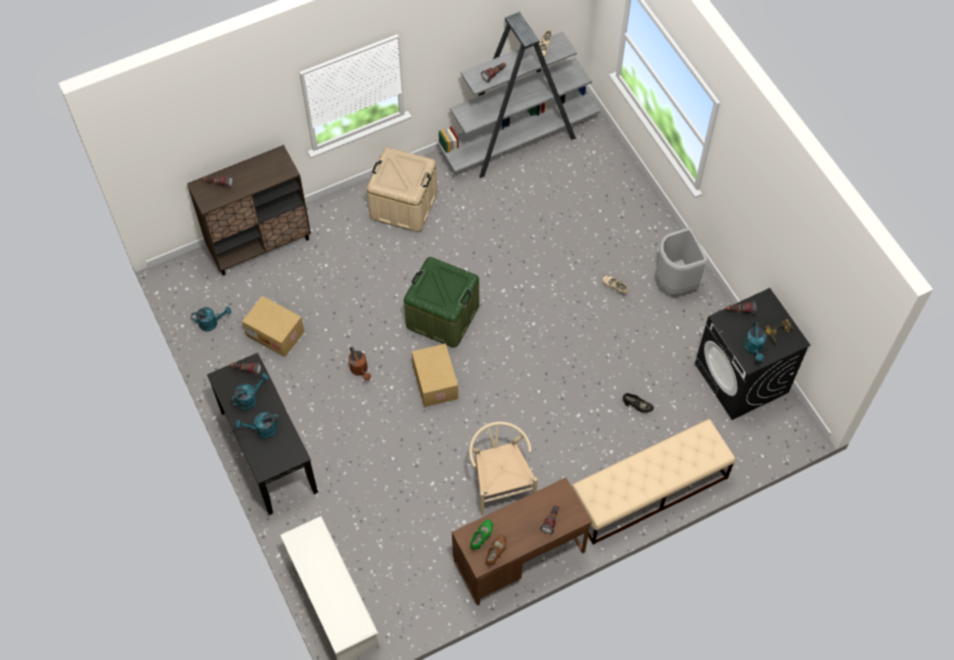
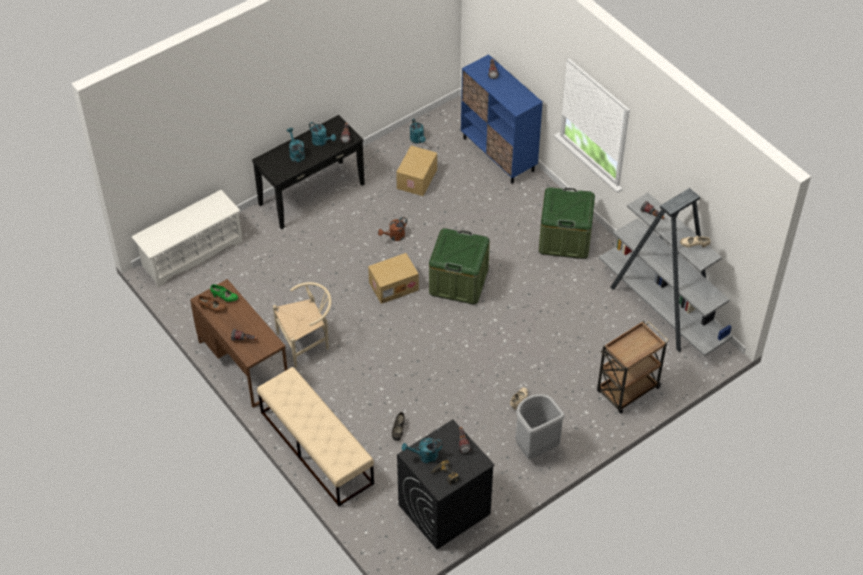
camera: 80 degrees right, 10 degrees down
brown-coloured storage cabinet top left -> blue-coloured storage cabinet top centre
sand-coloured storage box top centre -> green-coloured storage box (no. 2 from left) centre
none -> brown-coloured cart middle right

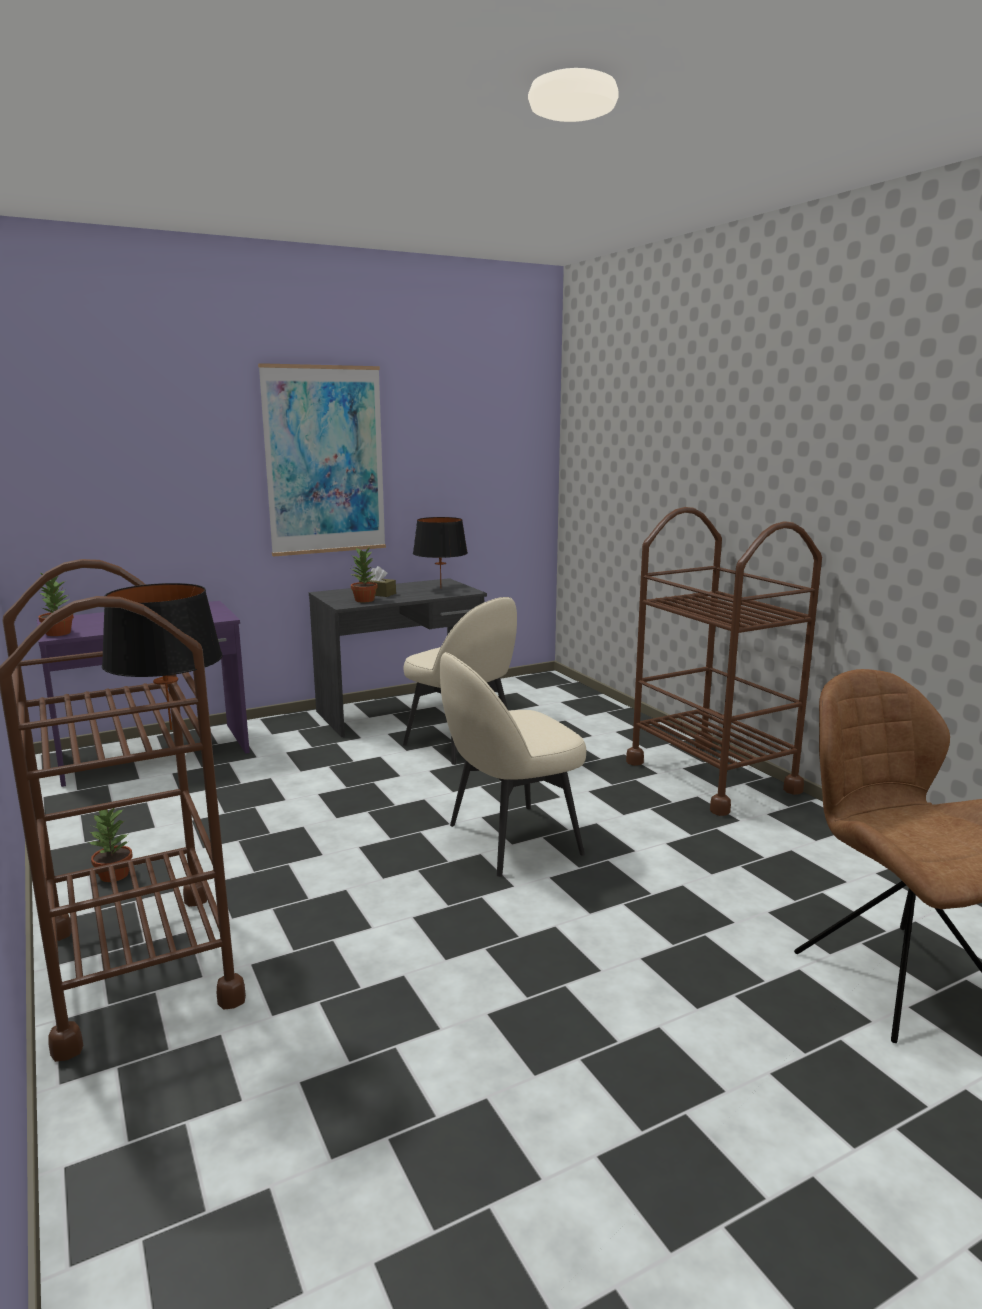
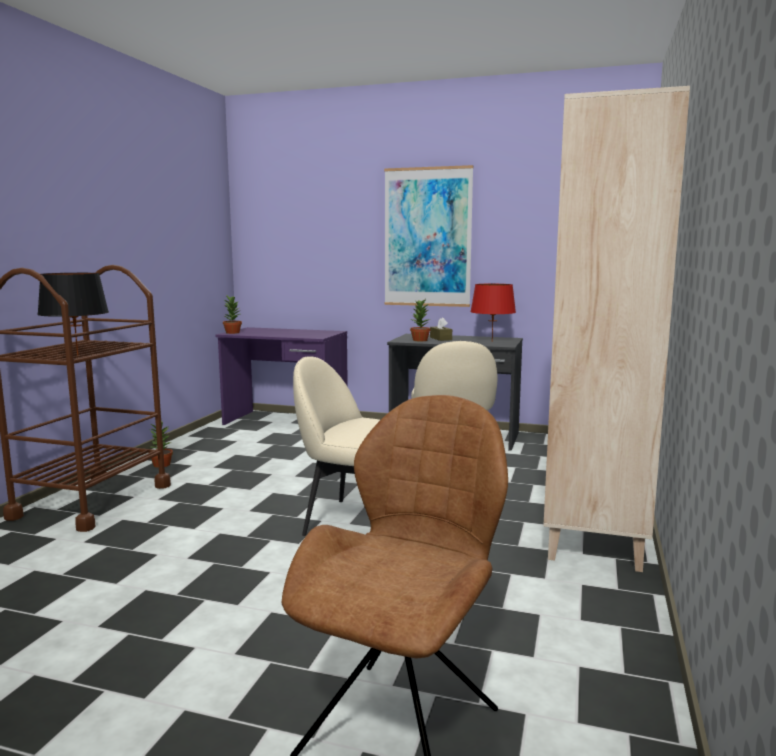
camera: 45 degrees right, 5 degrees down
brown-coloured cart (no. 2 from left) middle right -> sand-coloured shelving unit middle right
black table lamp (no. 2 from left) centre -> reddish table lamp centre

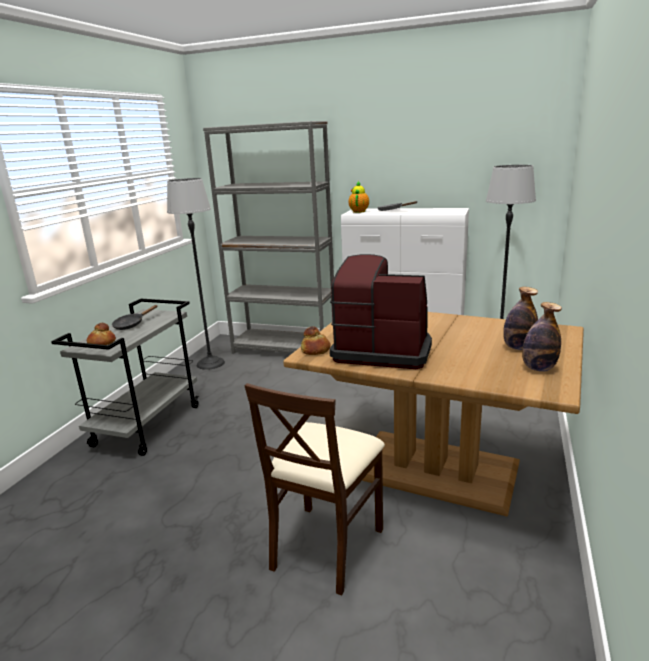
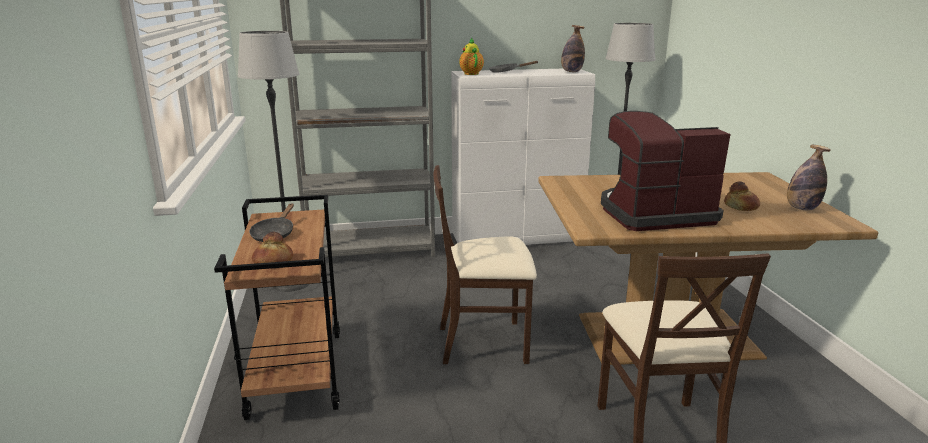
camera: 30 degrees left, 0 degrees up
beverage bottle (no. 1 from left) middle right -> beverage bottle (no. 1 from left) top centre, relocated
gray cart middle left -> brown-coloured cart bottom left
baked bread (no. 2 from left) centre -> baked bread (no. 2 from left) middle right, relocated
none -> sand-coloured chair (no. 1 from left) centre

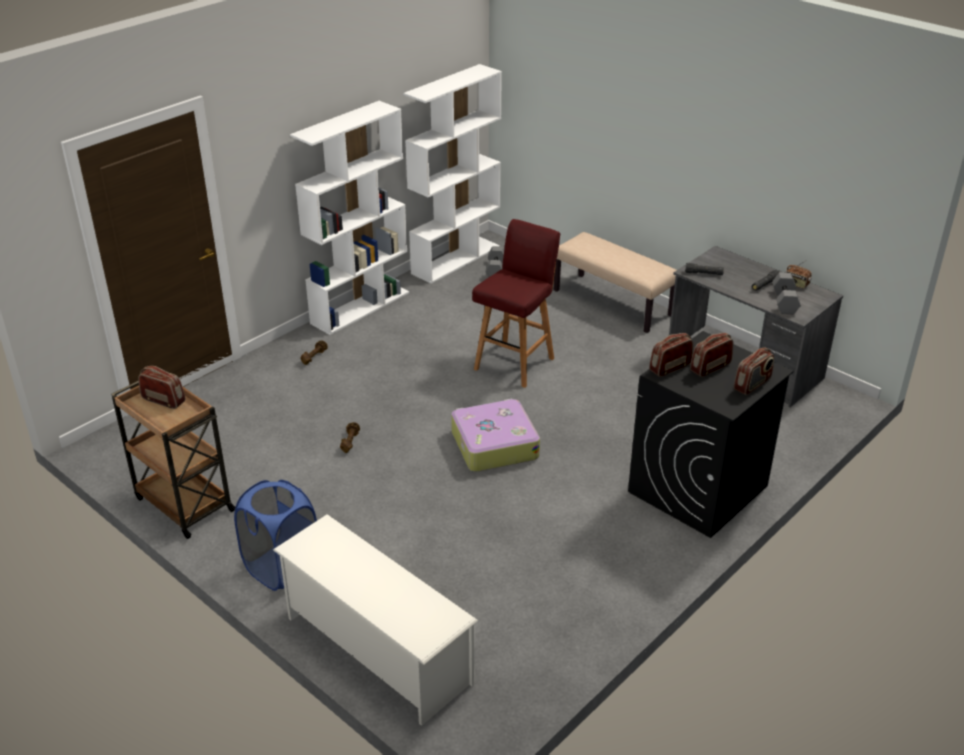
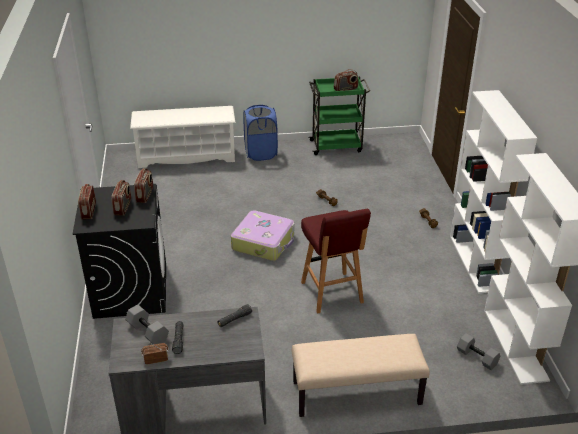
camera: 130 degrees right, 0 degrees up
brown-coloured cart middle left -> green-coloured cart top centre

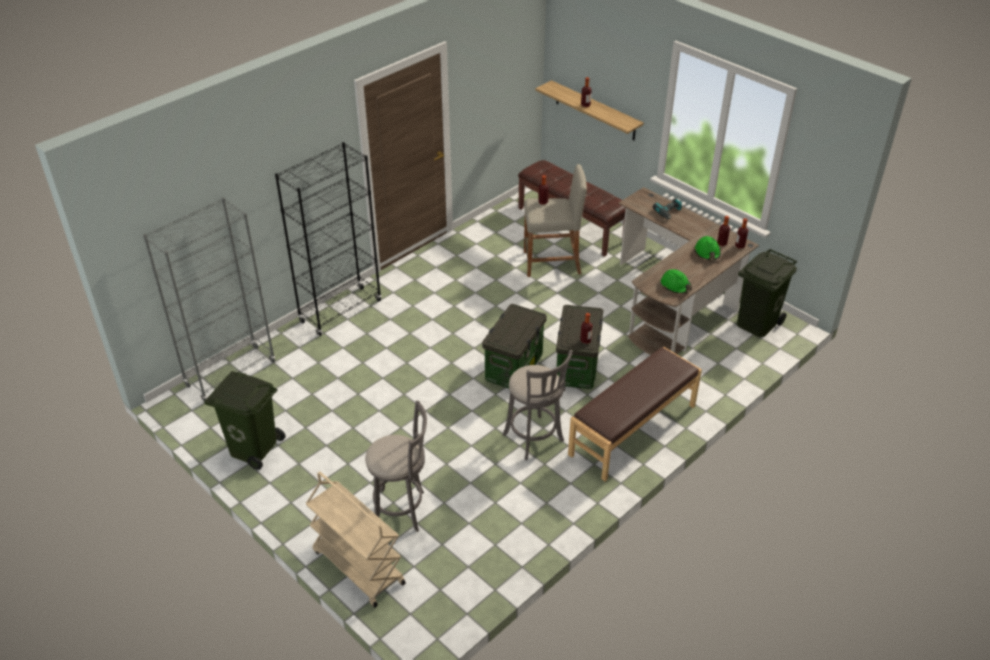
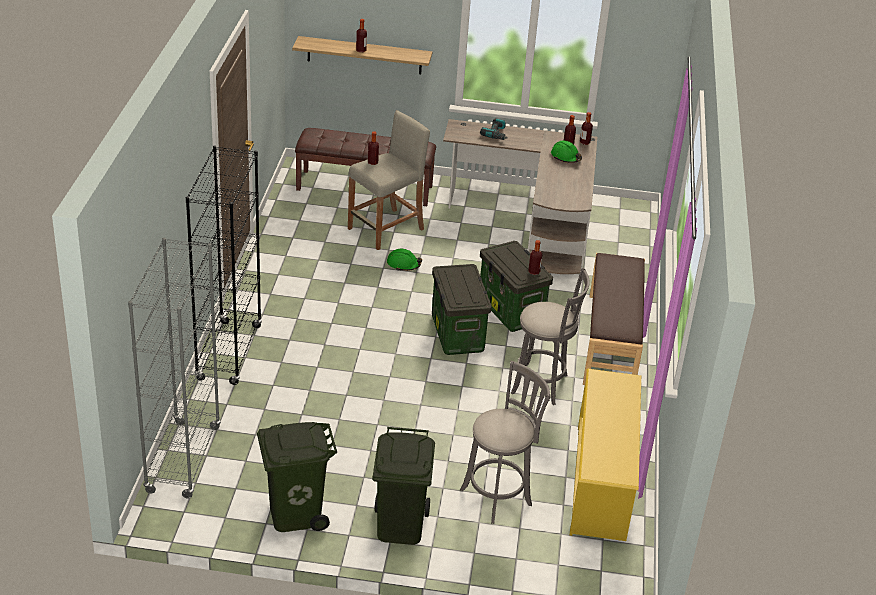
camera: 40 degrees left, 5 degrees down
green-coloured waste bin (no. 2 from left) middle right -> green-coloured waste bin (no. 2 from left) bottom centre, relocated
green-coloured hard hat (no. 1 from left) middle right -> green-coloured hard hat (no. 1 from left) centre, relocated
sand-coloured cart bottom centre -> none
none -> yellow-coloured shoe stand bottom right

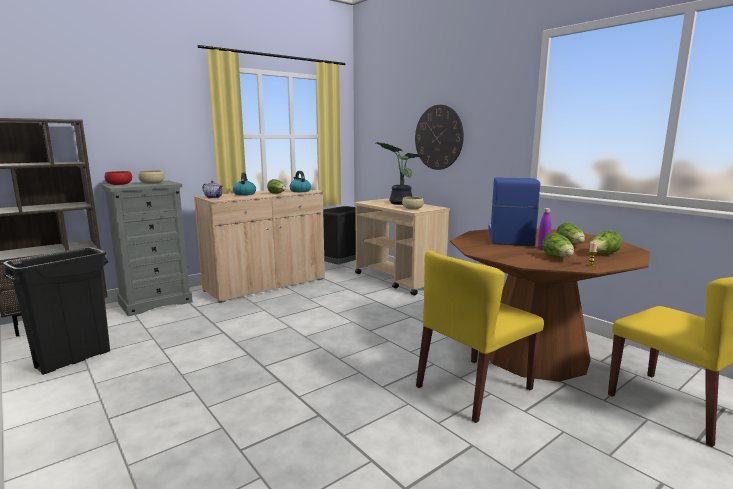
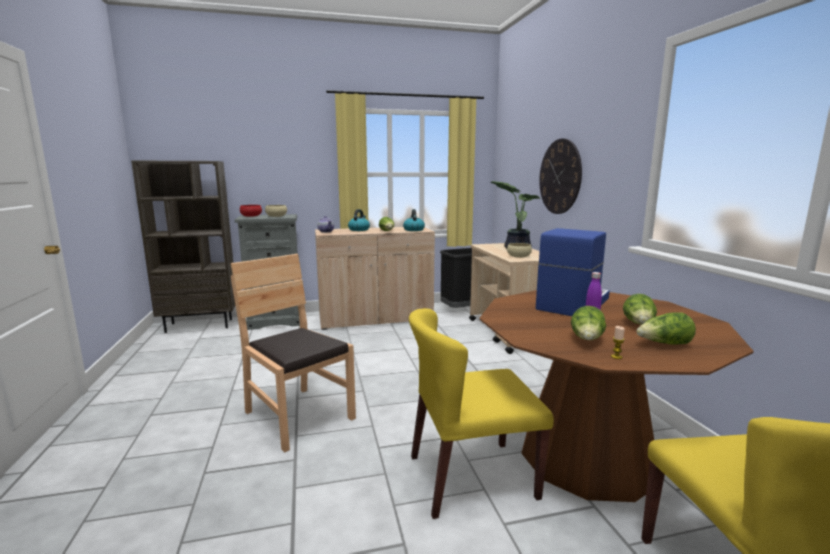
camera: 25 degrees right, 0 degrees up
black waste bin (no. 1 from left) middle left -> none
none -> brown-coloured chair centre

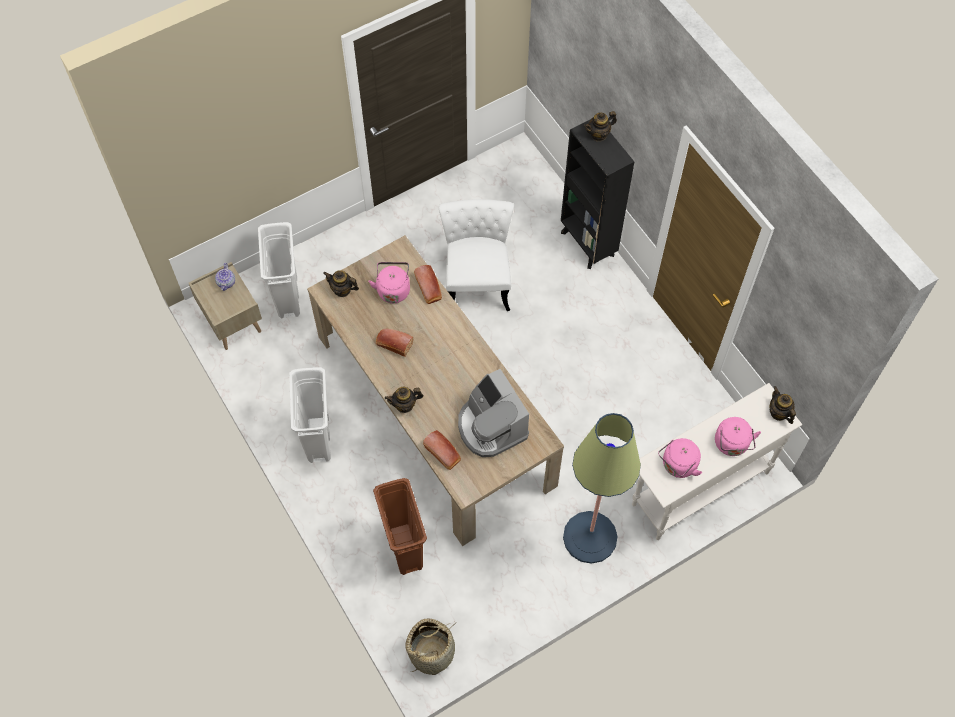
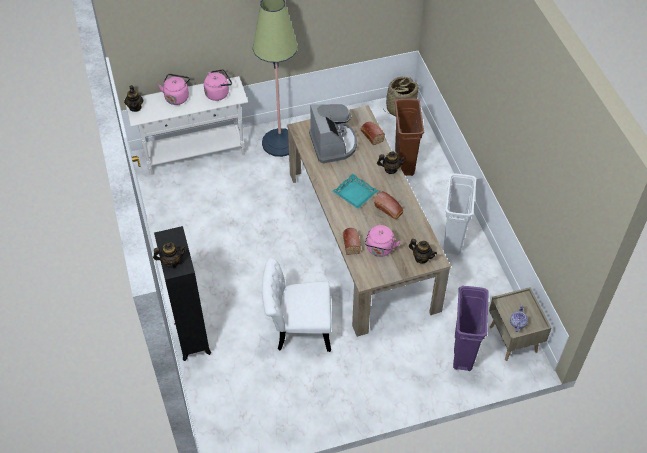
camera: 165 degrees left, 10 degrees down
white-coloured chair centre -> white-coloured chair bottom centre, 75 degrees clockwise
white-coloured waste bin (no. 1 from left) middle left -> purple-coloured waste bin bottom right
none -> blue-green serving tray centre

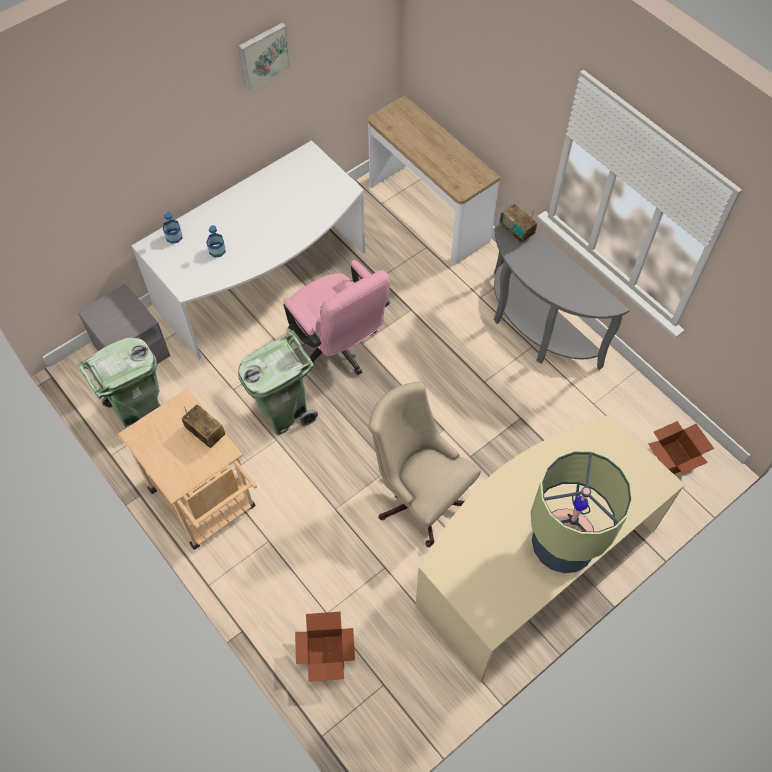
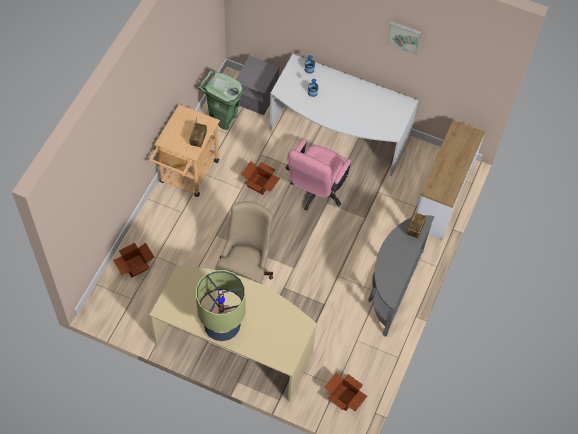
camera: 60 degrees right, 0 degrees up
green-coloured waste bin (no. 2 from left) centre -> packing box (no. 2 from left) centre

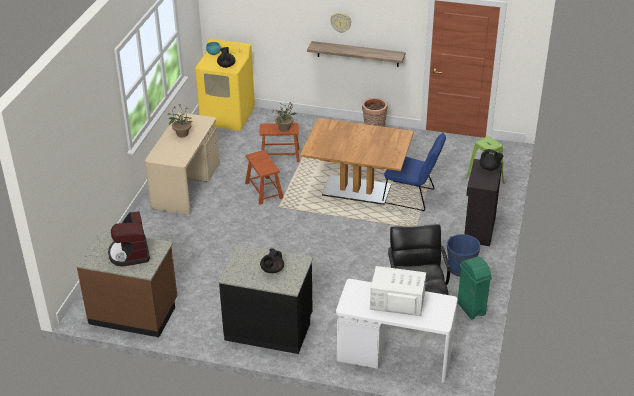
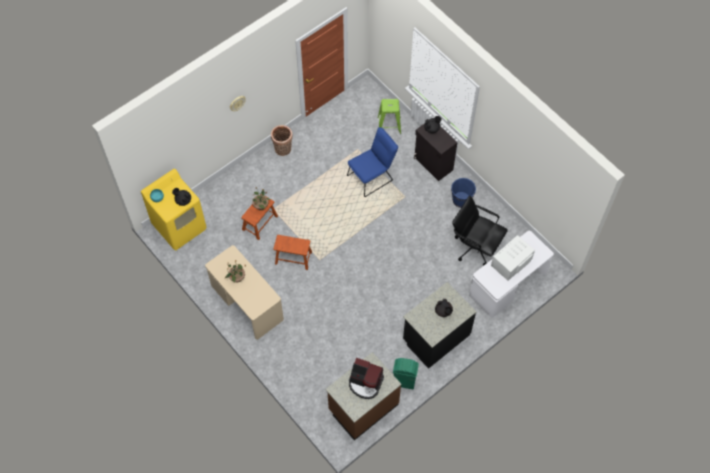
camera: 55 degrees left, 25 degrees up
shelf top centre -> none
brown-coloured dining table centre -> none
green-coloured waste bin bottom right -> green-coloured waste bin bottom centre, relocated

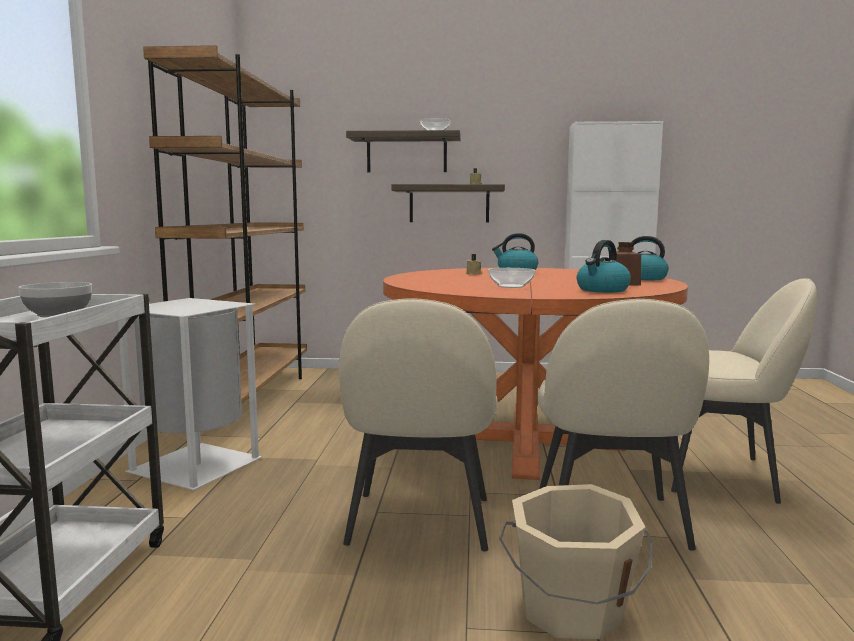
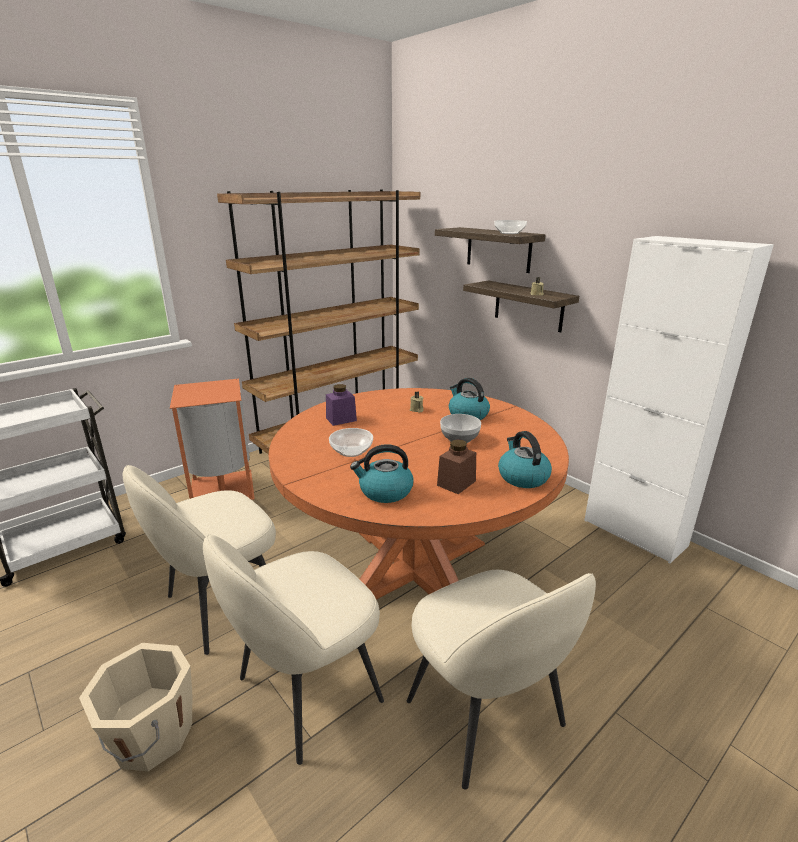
camera: 45 degrees right, 15 degrees up
serving bowl (no. 1 from left in the first image) middle left -> serving bowl (no. 2 from left) centre, relocated
white-coloured waste bin middle left -> orangey waste bin middle left
none -> purple-coloured storage jar centre

